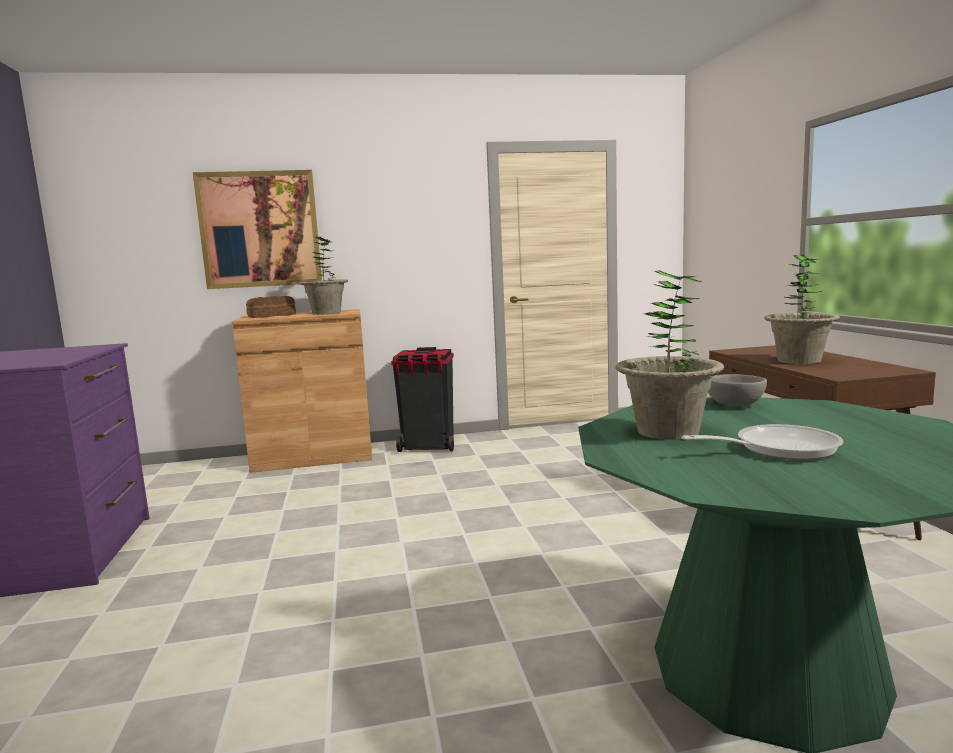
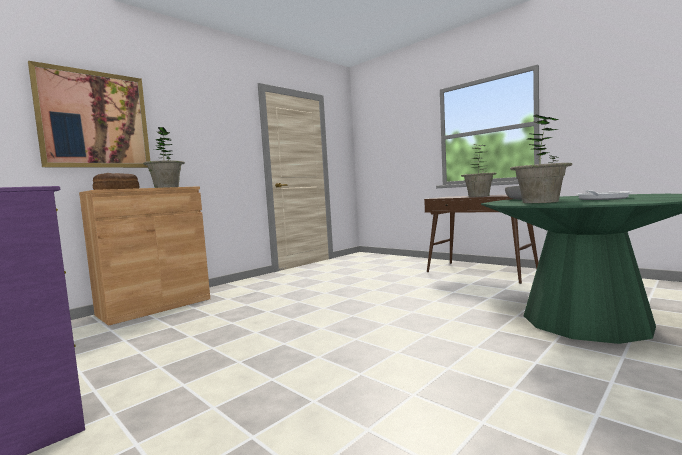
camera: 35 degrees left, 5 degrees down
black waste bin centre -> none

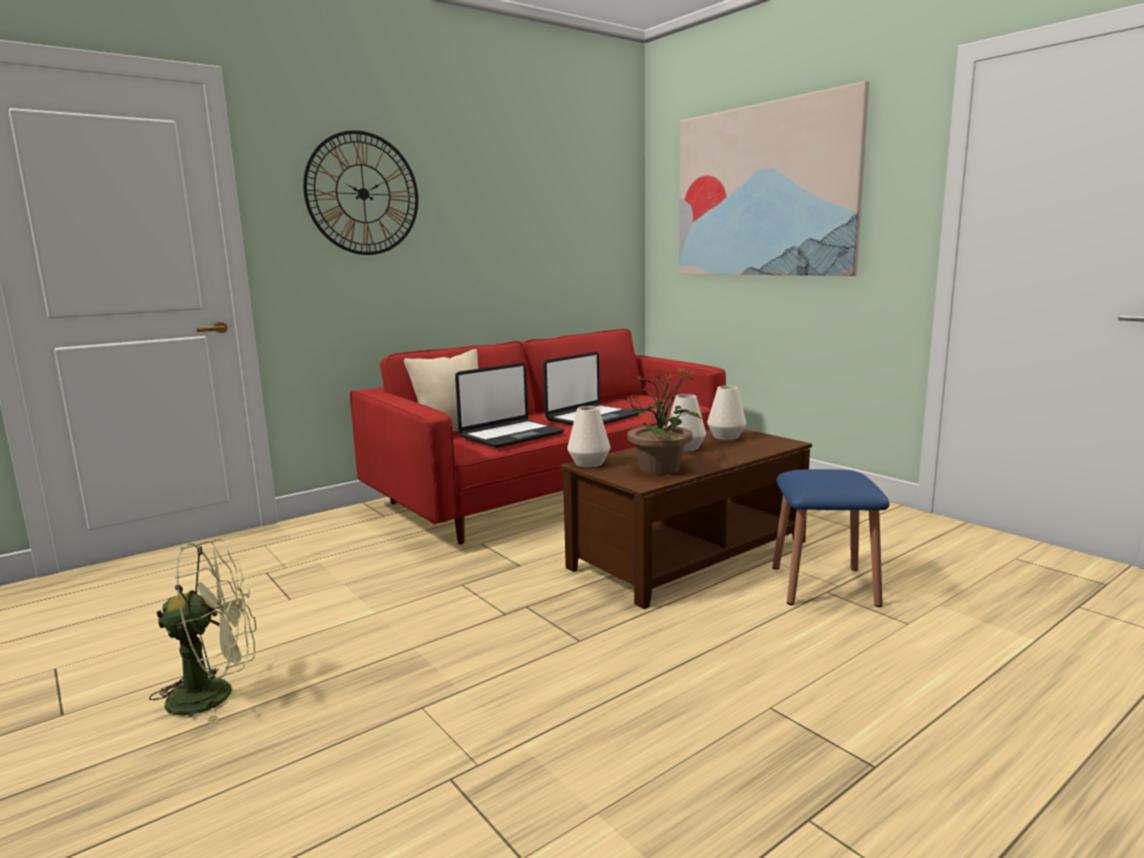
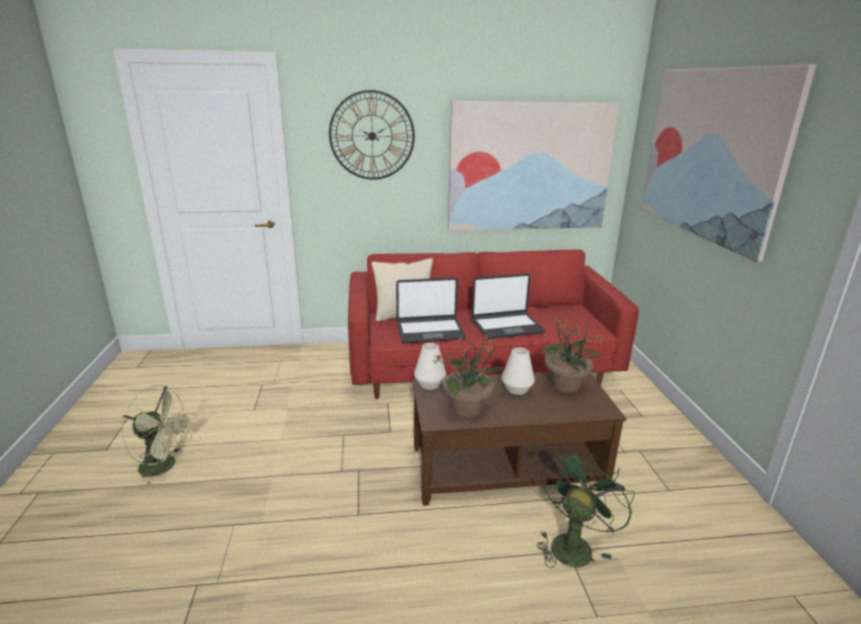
camera: 30 degrees right, 10 degrees up
white-coloured vase (no. 3 from left) centre -> plant in a pot (no. 2 from left) centre
blue-coloured sitting stool middle right -> green-coloured electric fan (no. 2 from left) bottom right
none -> wall picture (no. 1 from left) top centre

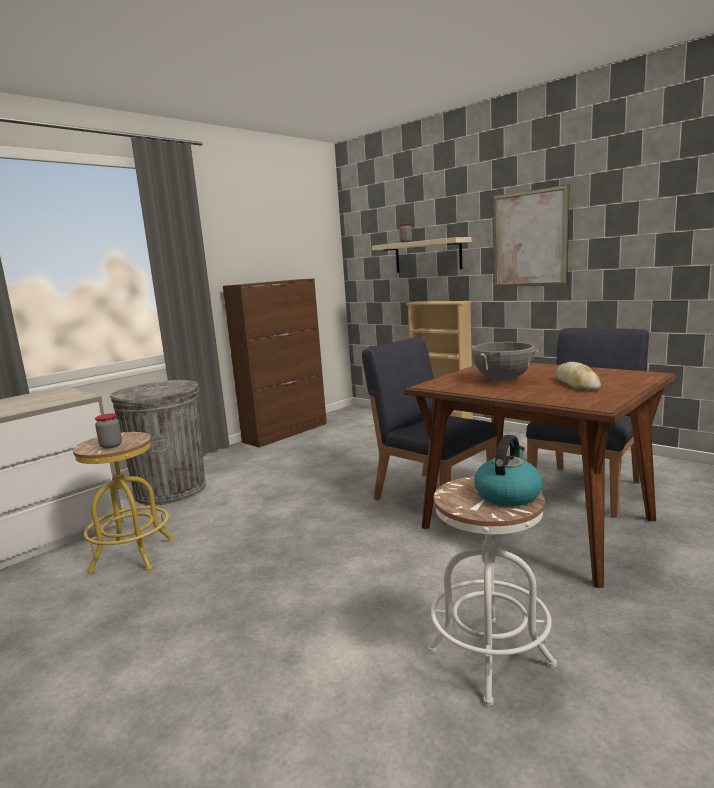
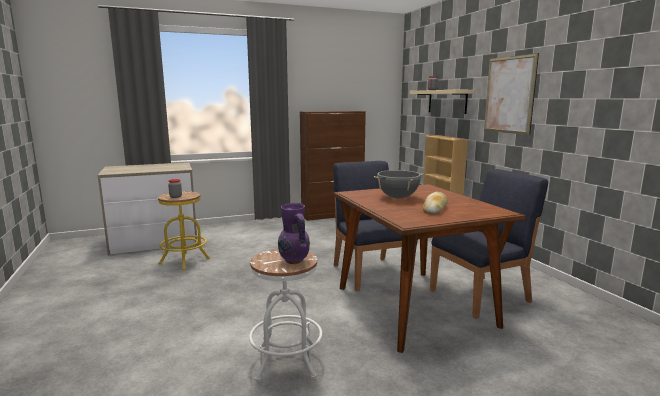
camera: 25 degrees right, 0 degrees up
gray waste bin middle left -> none
kettle middle right -> purple-coloured vase centre

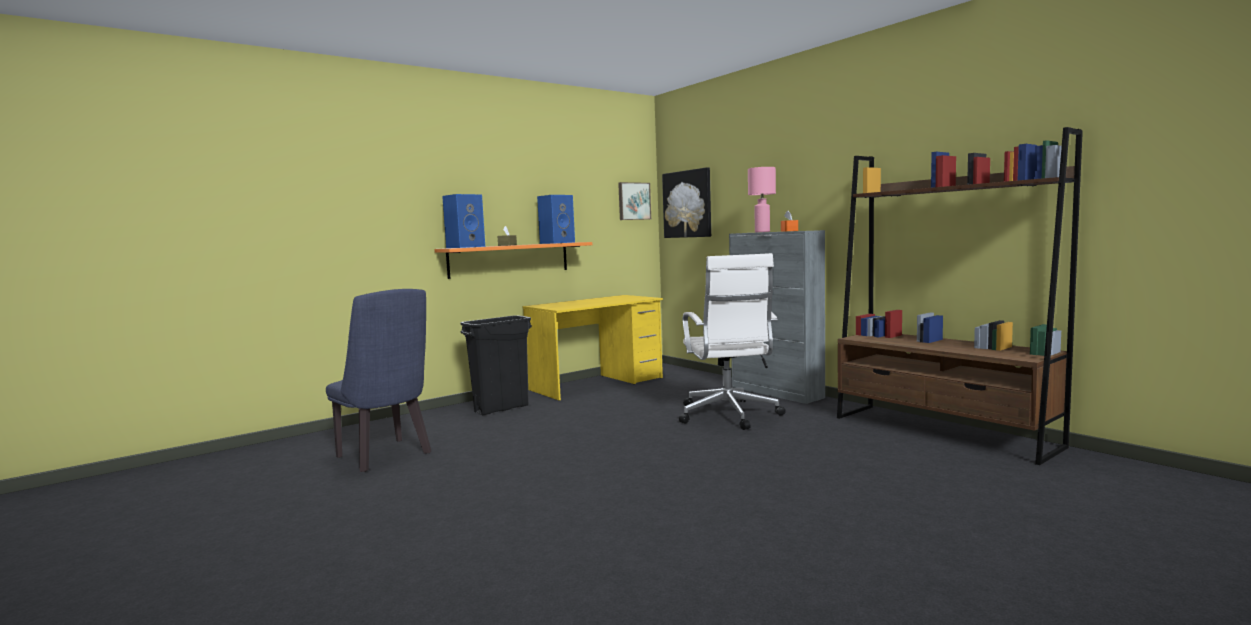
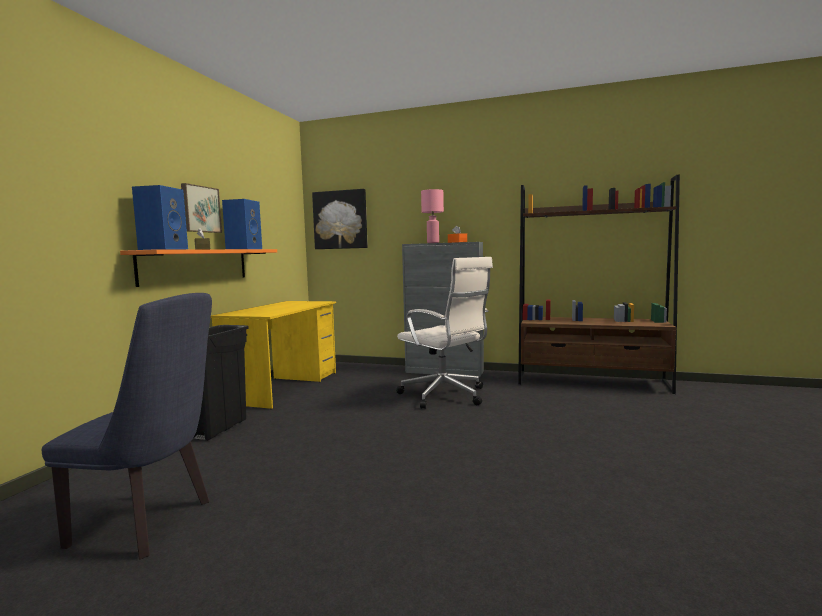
camera: 35 degrees left, 0 degrees up
wall picture (no. 1 from left) top centre -> wall picture (no. 1 from left) middle left, relocated

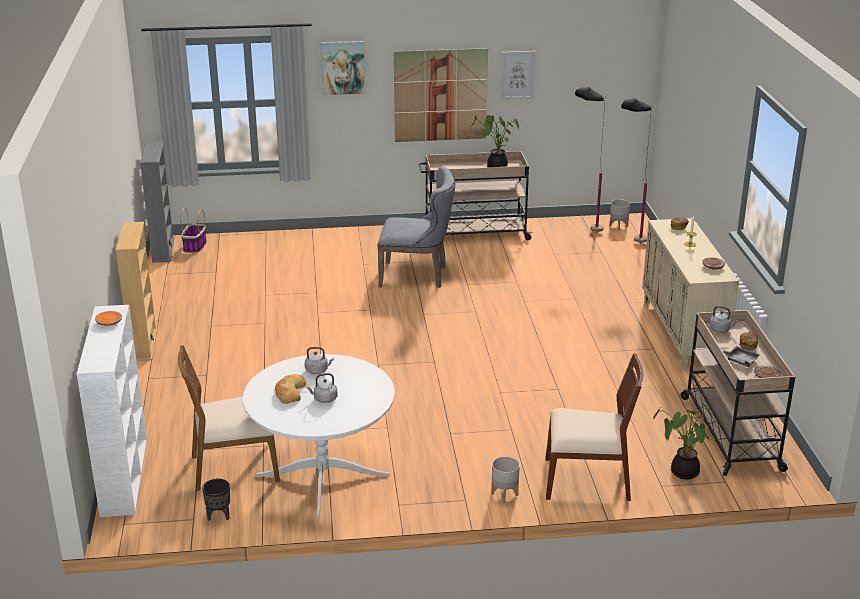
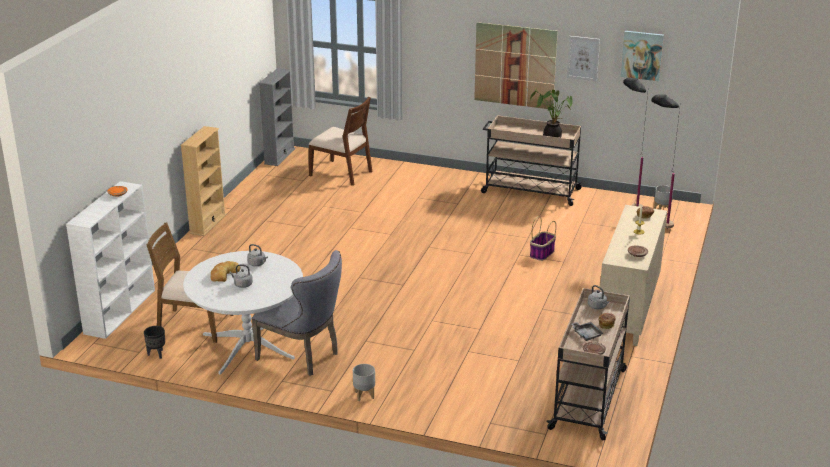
camera: 25 degrees right, 0 degrees up
wall picture (no. 1 from left in the first image) top centre -> wall picture (no. 3 from left) top right, relocated
gray chair centre -> gray chair bottom centre, relocated
household basket middle left -> household basket centre, relocated
brown-coloured chair (no. 2 from left) bottom right -> brown-coloured chair (no. 2 from left) top centre, relocated
plant in a pot (no. 2 from left) bottom right -> none

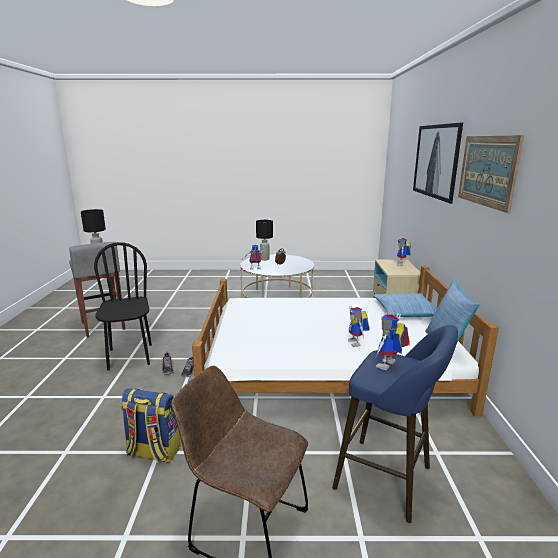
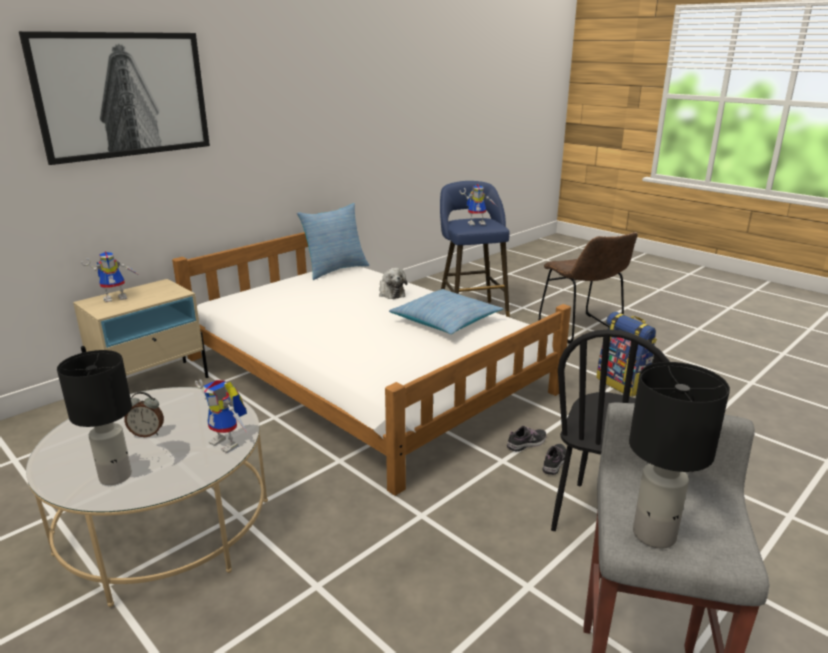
camera: 135 degrees left, 5 degrees up
wall picture (no. 2 from left) top right -> none
pillow (no. 1 from left in the first image) middle right -> pillow (no. 2 from left) centre, relocated
toy robot (no. 2 from left) centre -> plush toy centre

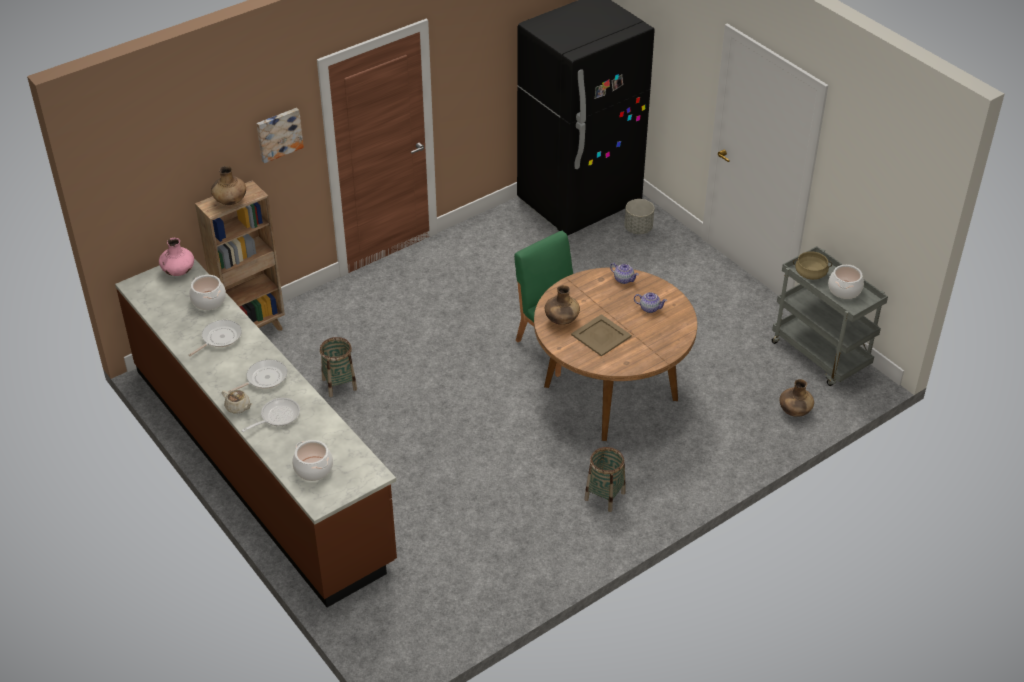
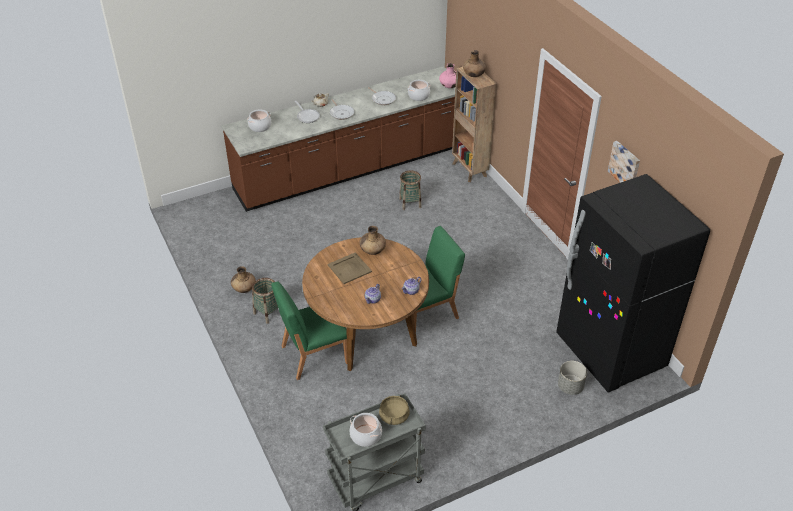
camera: 100 degrees right, 0 degrees up
wall picture top left -> wall picture top right, relocated
brown-coloured vase (no. 3 from left in the first image) middle right -> brown-coloured vase (no. 1 from left) middle left, relocated
none -> green-coloured chair (no. 1 from left) centre

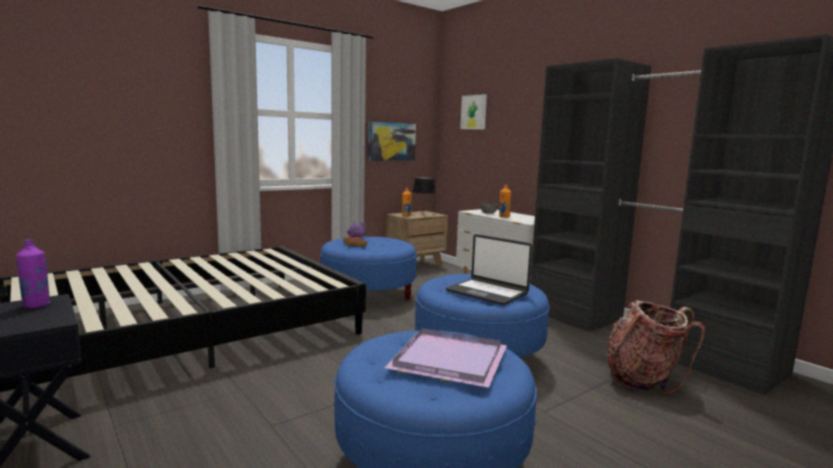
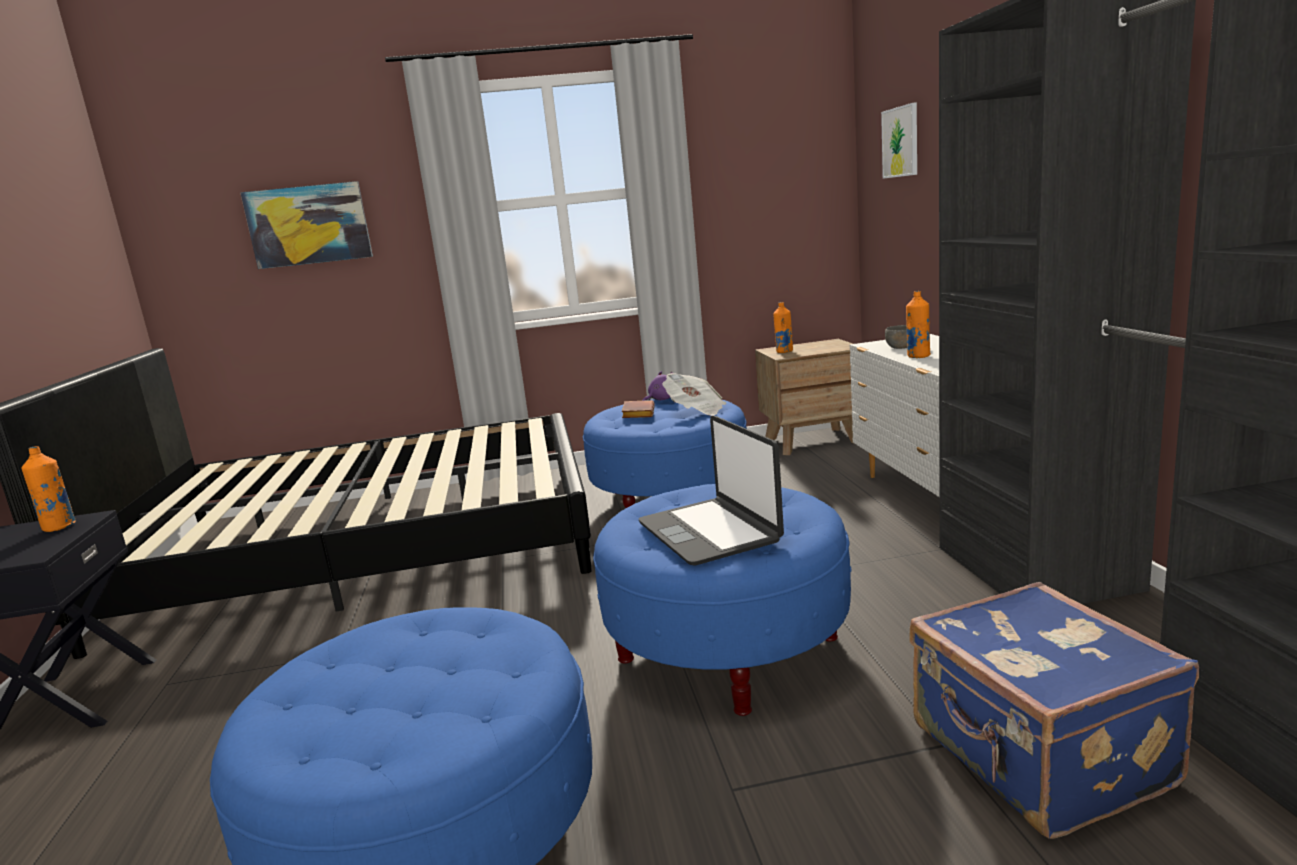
camera: 30 degrees right, 5 degrees up
wall picture (no. 1 from left) top centre -> wall picture (no. 1 from left) top left, relocated
black table lamp centre -> none
purple-coloured beverage bottle middle left -> orangey beverage bottle (no. 1 from left) middle left
backpack bottom right -> blue-coloured suitcase bottom right
purple-coloured serving tray bottom centre -> none
none -> newspaper centre

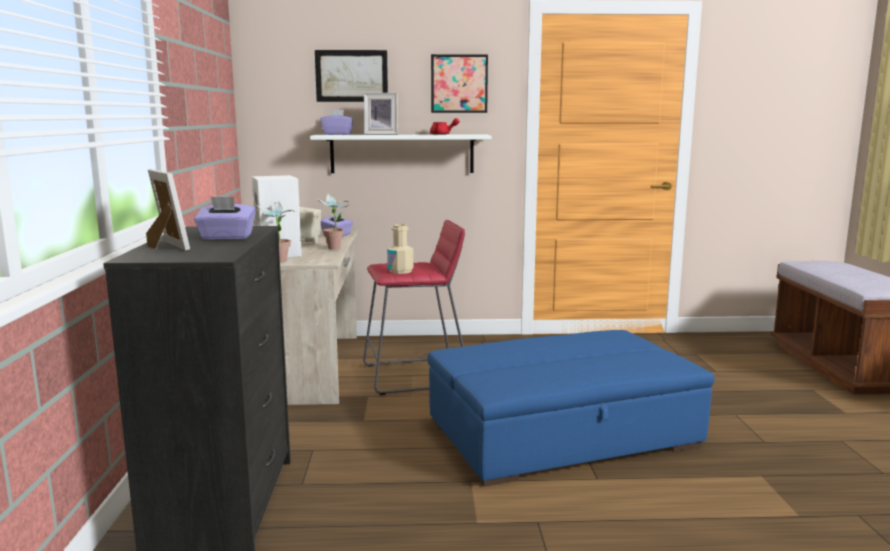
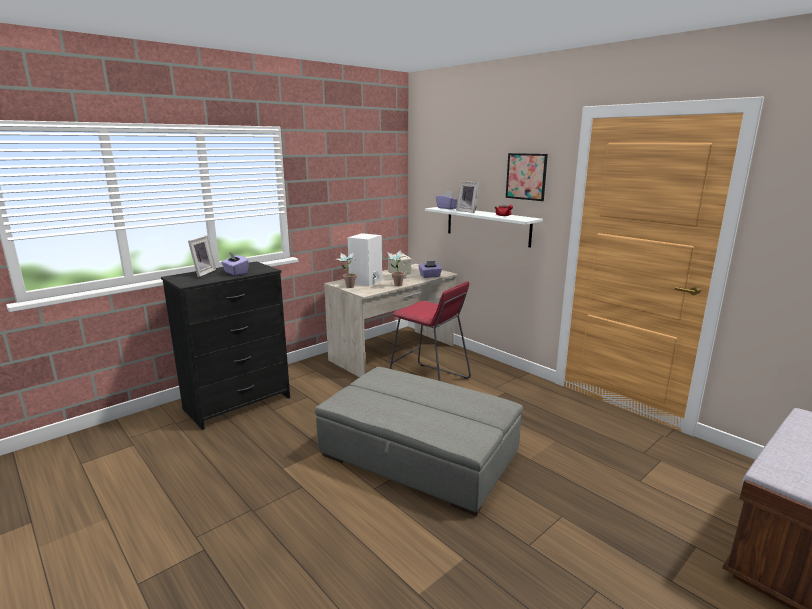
camera: 50 degrees right, 5 degrees up
wall picture (no. 1 from left) top centre -> none
sand-coloured beverage bottle centre -> none
blue-coloured pouffe bottom centre -> gray pouffe bottom centre

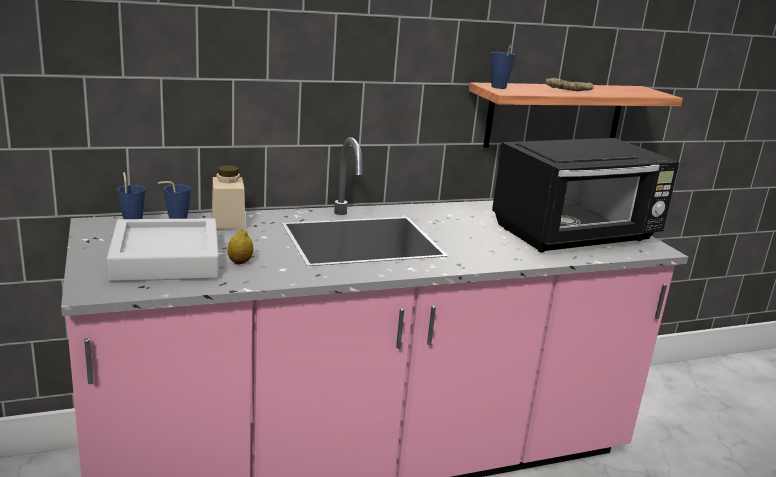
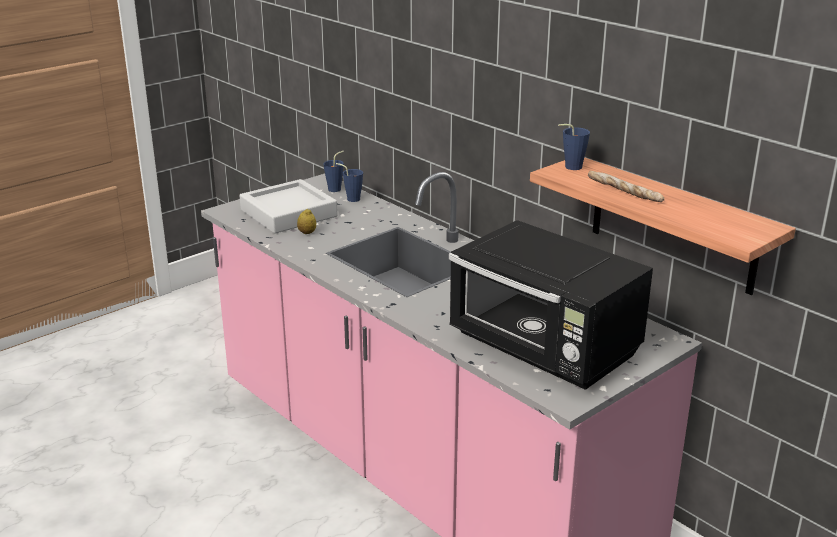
camera: 70 degrees right, 5 degrees up
sand-coloured storage jar middle left -> none

